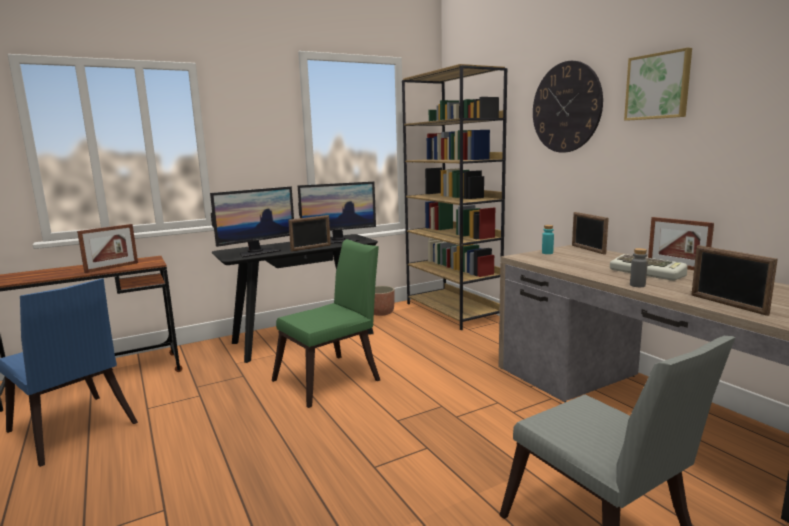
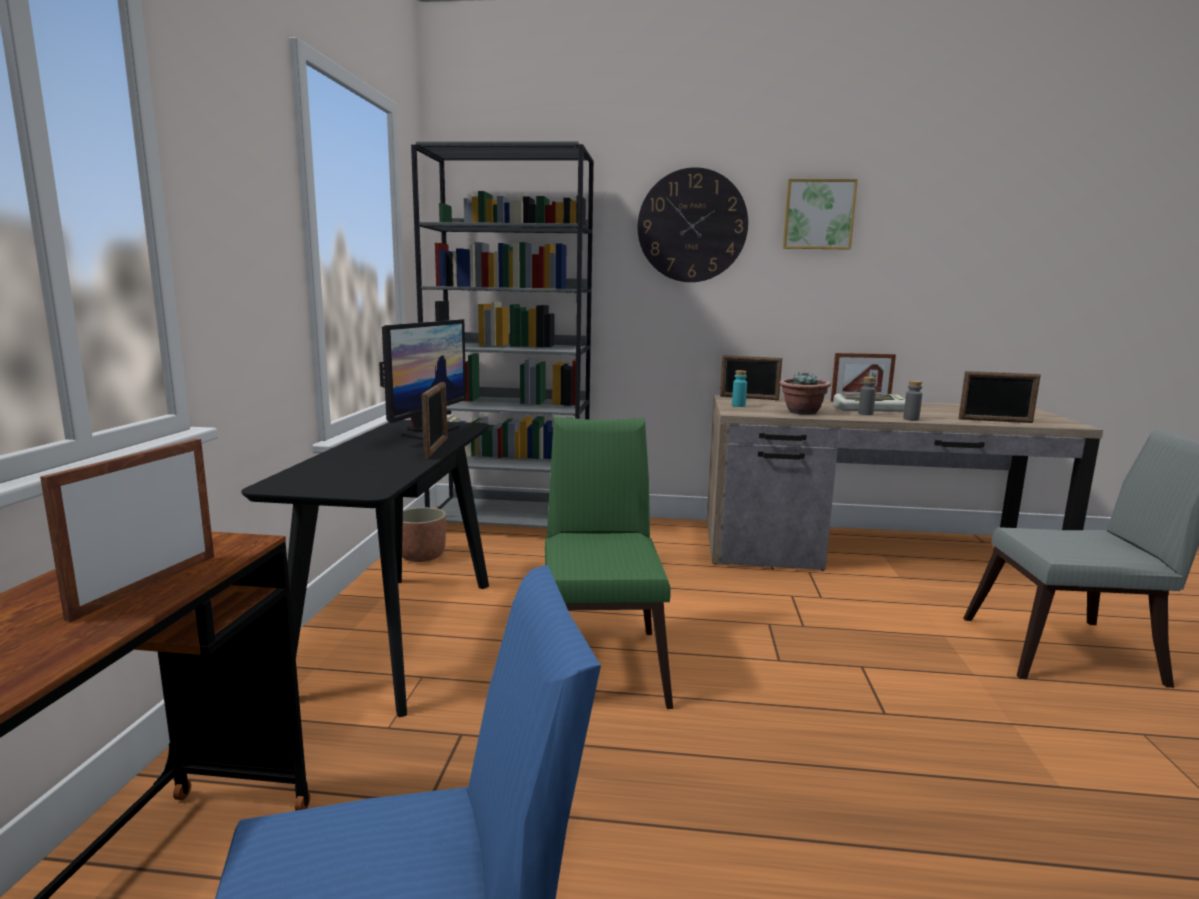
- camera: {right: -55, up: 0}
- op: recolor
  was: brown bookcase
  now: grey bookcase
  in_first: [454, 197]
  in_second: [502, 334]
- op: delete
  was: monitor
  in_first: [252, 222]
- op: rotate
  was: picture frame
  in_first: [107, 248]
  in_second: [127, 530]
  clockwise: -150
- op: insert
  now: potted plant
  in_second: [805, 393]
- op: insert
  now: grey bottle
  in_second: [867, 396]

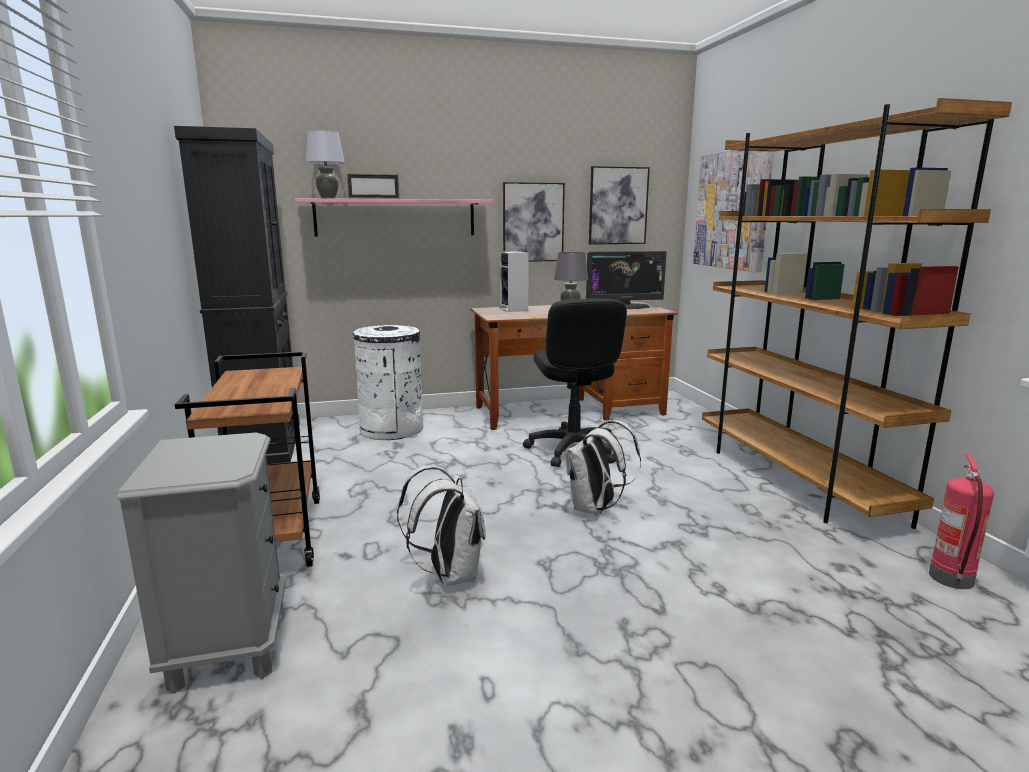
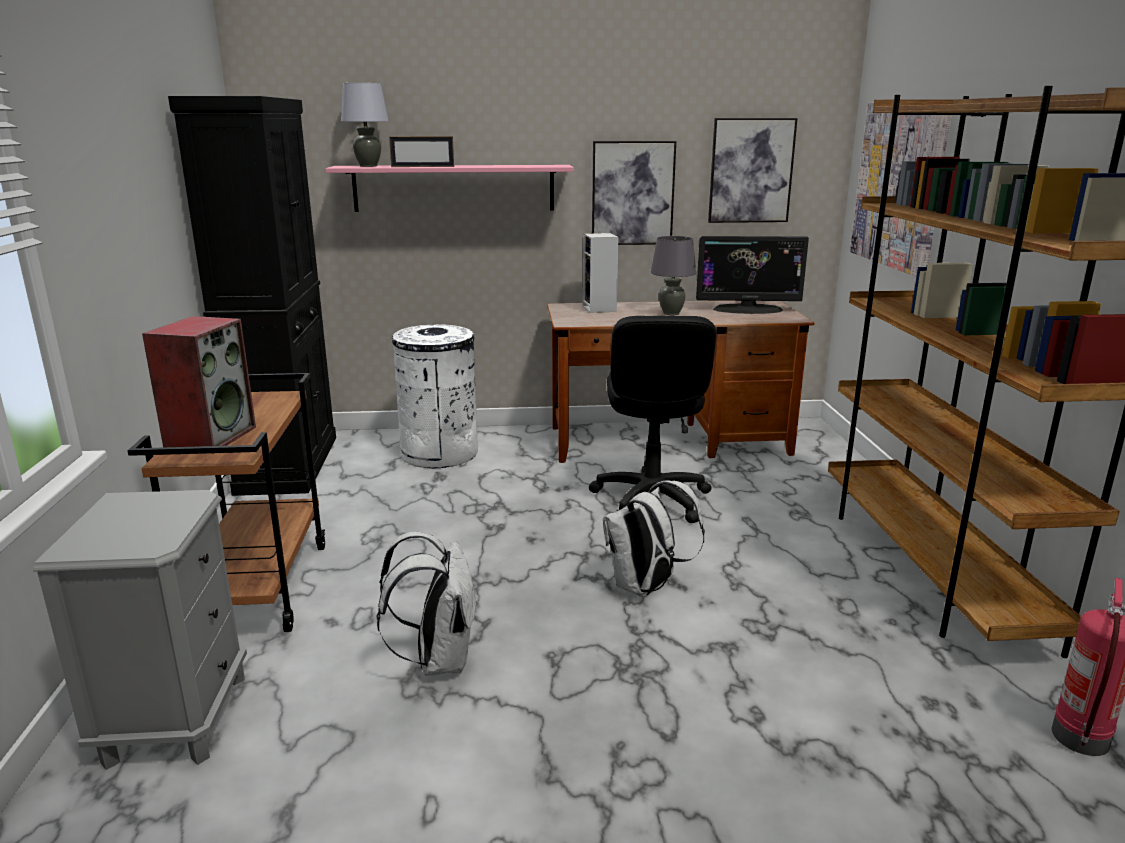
- camera: {right: 10, up: 5}
- op: insert
  now: speaker
  in_second: [199, 385]

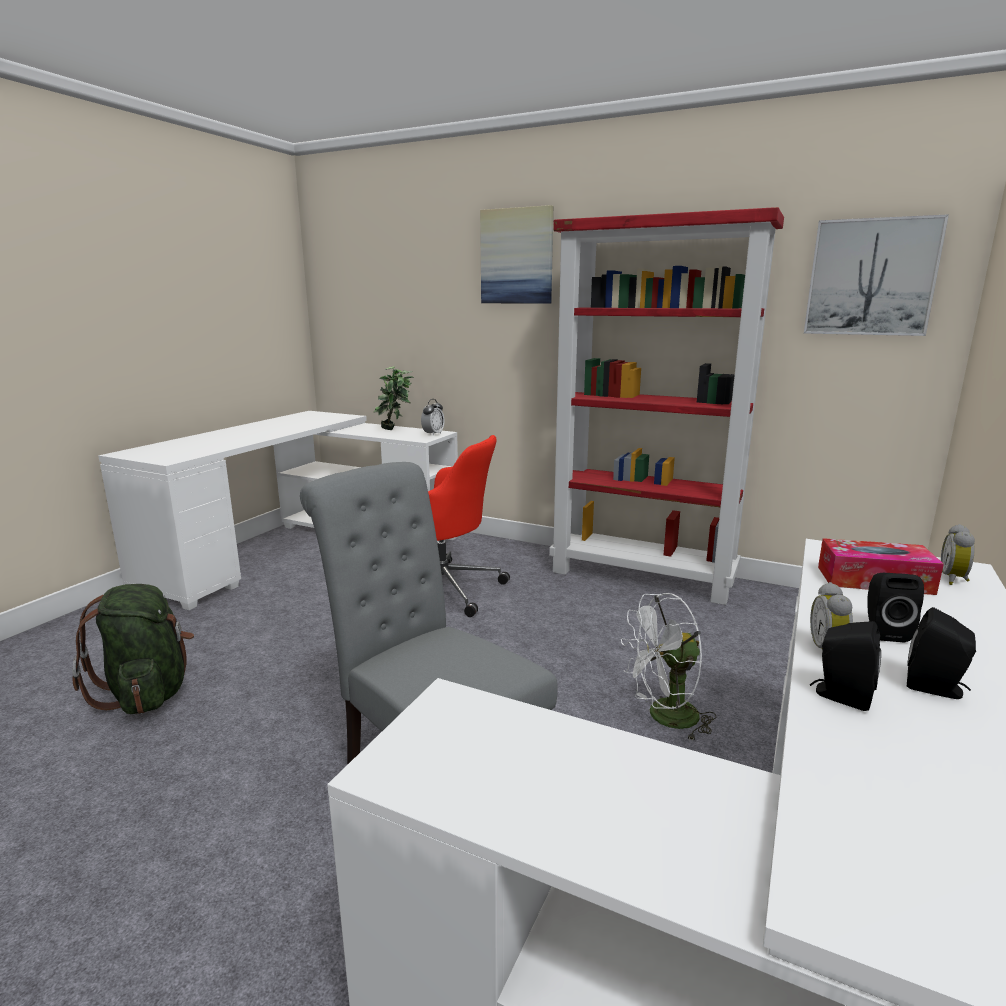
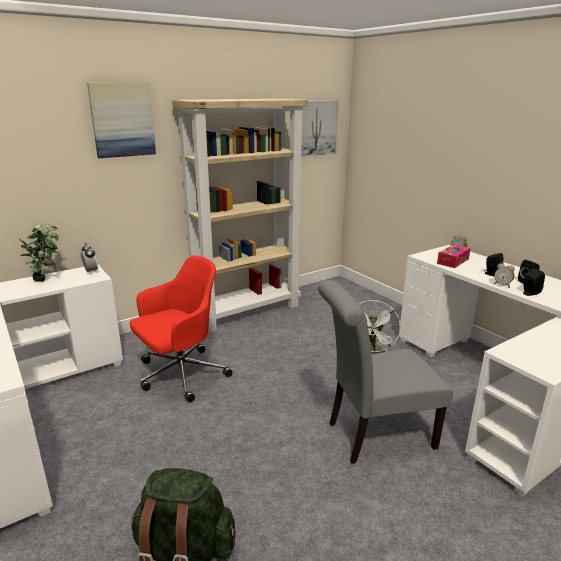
- camera: {right: -60, up: 5}
- op: recolor
  was: red bookcase
  now: beige bookcase
  in_first: [666, 406]
  in_second: [240, 215]

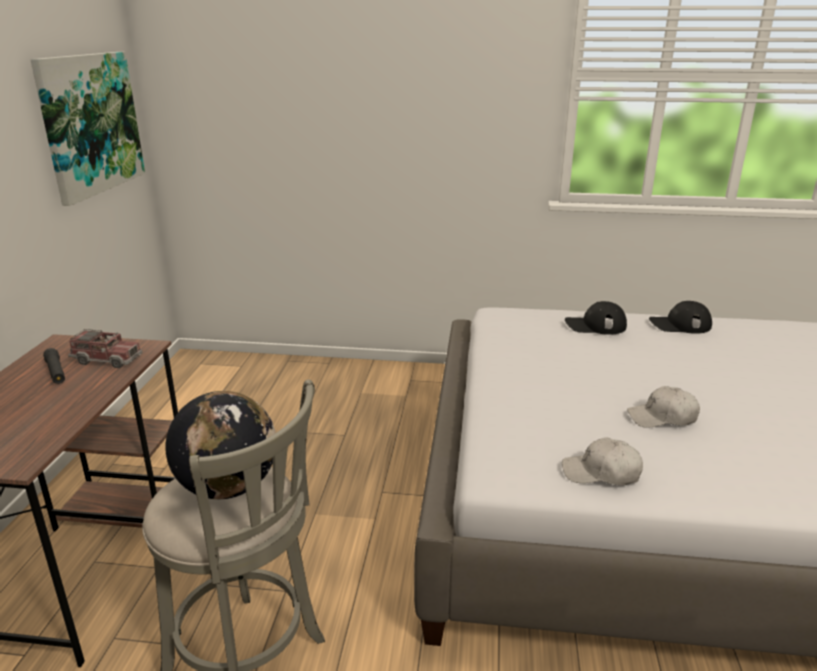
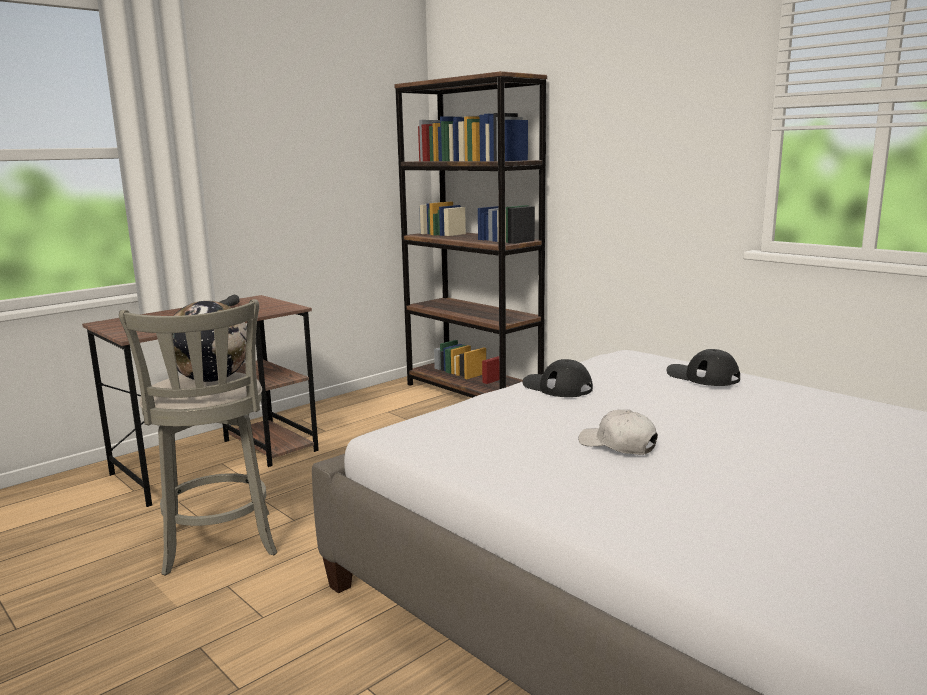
- camera: {right: 40, up: -10}
- op: delete
  was: picture
  in_first: [87, 129]
- op: move
  was: black cap
  in_first: [680, 317]
  in_second: [558, 378]
- op: delete
  was: toy truck
  in_first: [105, 348]
- op: delete
  was: white cap
  in_first: [602, 461]
- op: insert
  now: brown bookcase
  in_second: [470, 234]

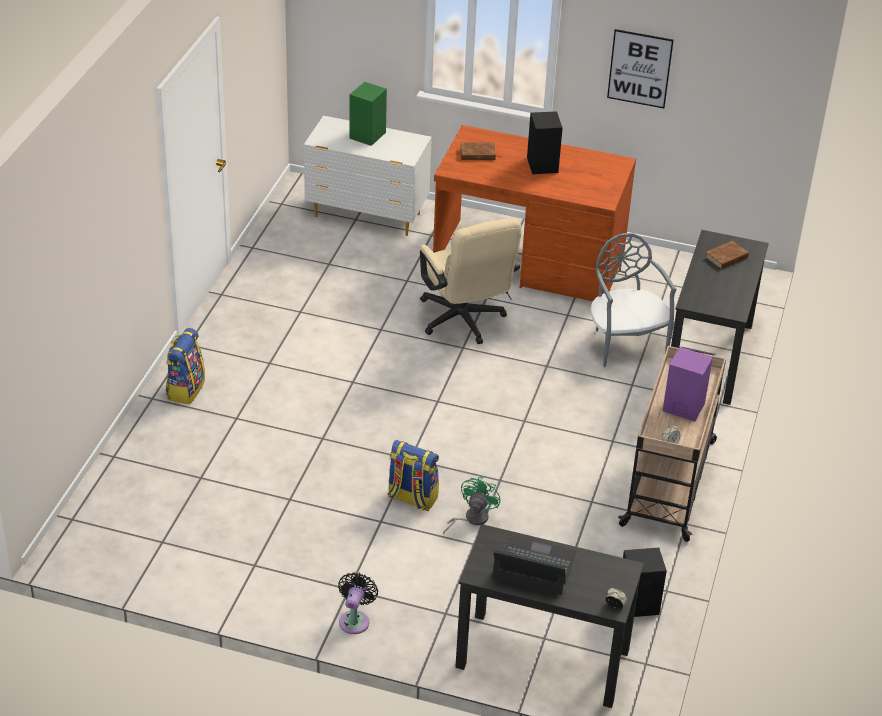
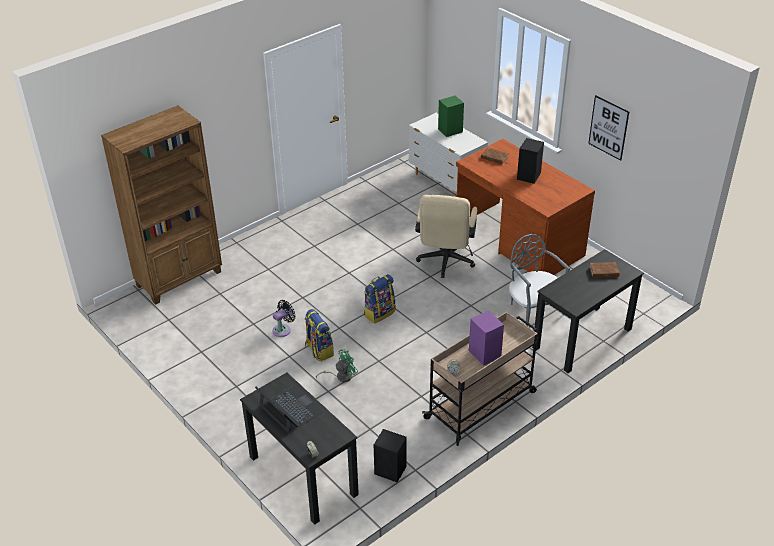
- camera: {right: 35, up: 0}
- op: rotate
  was: grey chair
  in_first: [633, 300]
  in_second: [539, 280]
  clockwise: -45
- op: move
  was: backpack
  in_first: [185, 366]
  in_second: [379, 299]
- op: move
  was: black fan
  in_first: [358, 603]
  in_second: [284, 318]
- op: insert
  now: brown bookcase
  in_second: [161, 205]

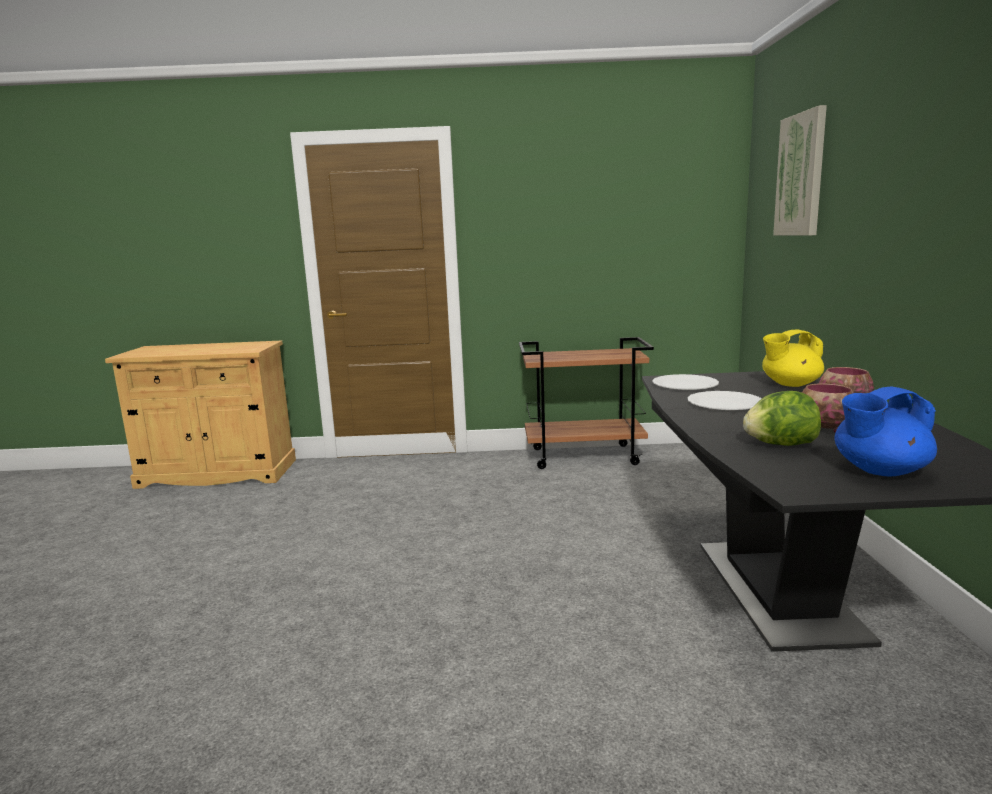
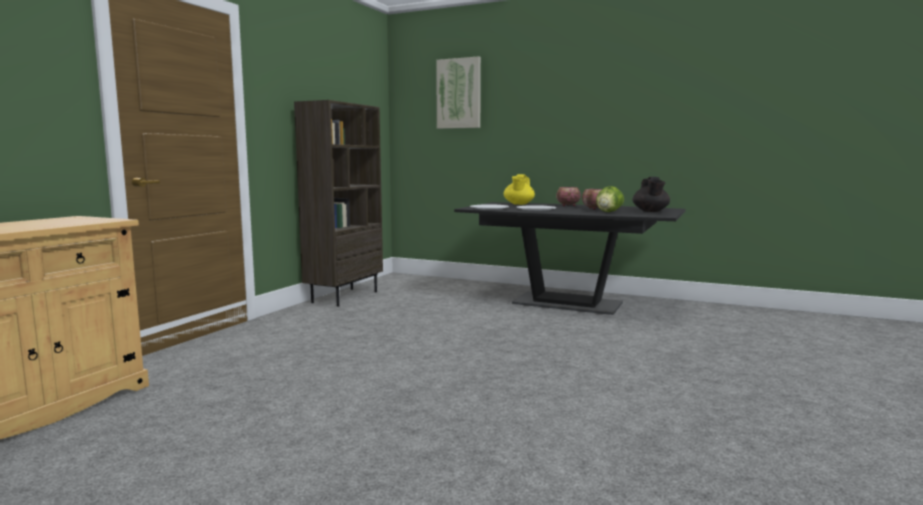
- camera: {right: -65, up: -5}
- op: replace
  was: brown cart
  now: brown bookcase
  in_first: [586, 403]
  in_second: [338, 203]
- op: recolor
  was: blue teapot
  now: black teapot
  in_first: [886, 431]
  in_second: [651, 194]

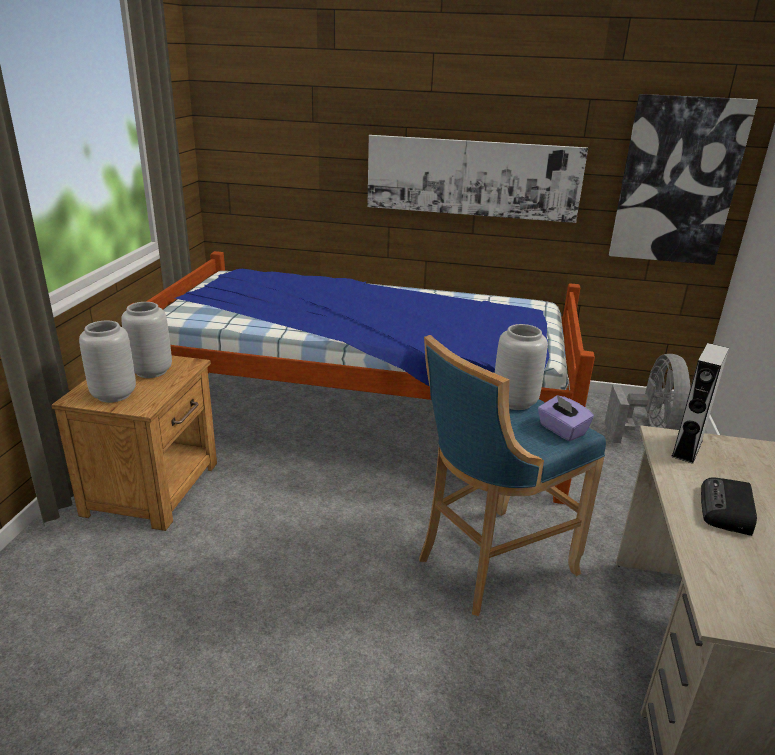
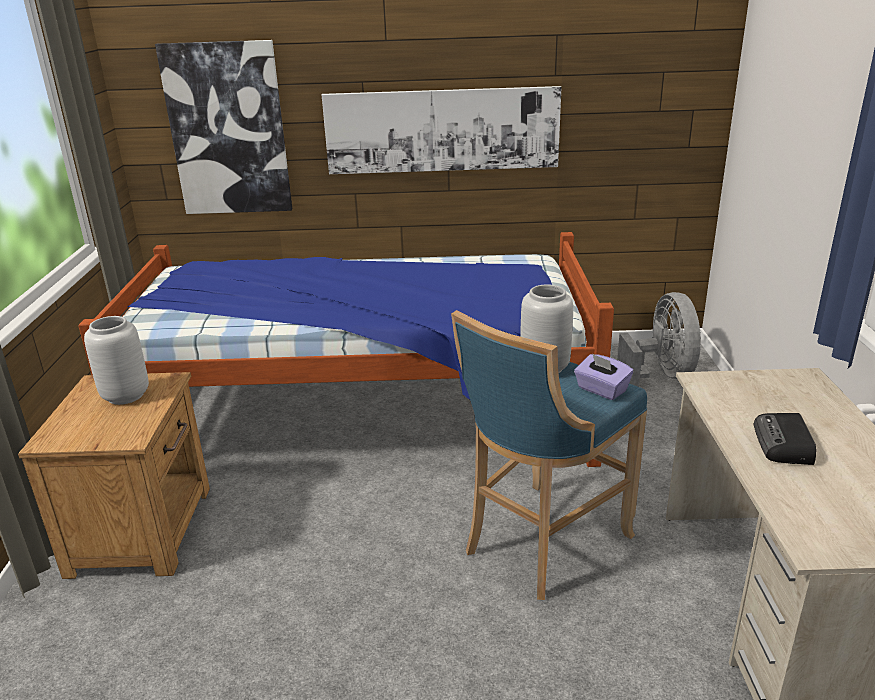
- camera: {right: -10, up: 0}
- op: move
  was: picture
  in_first: [683, 179]
  in_second: [223, 127]
- op: delete
  was: grey vase
  in_first: [107, 361]
- op: delete
  was: grey speaker
  in_first: [700, 403]

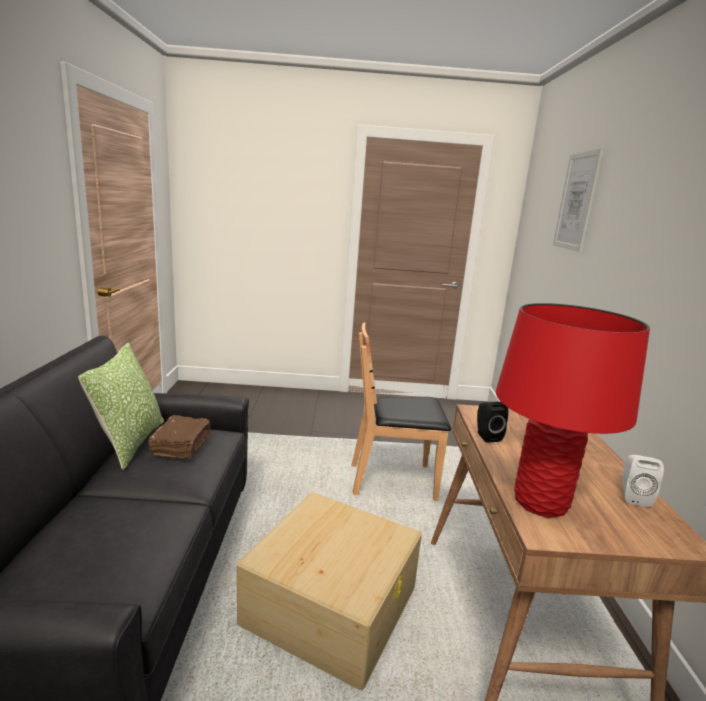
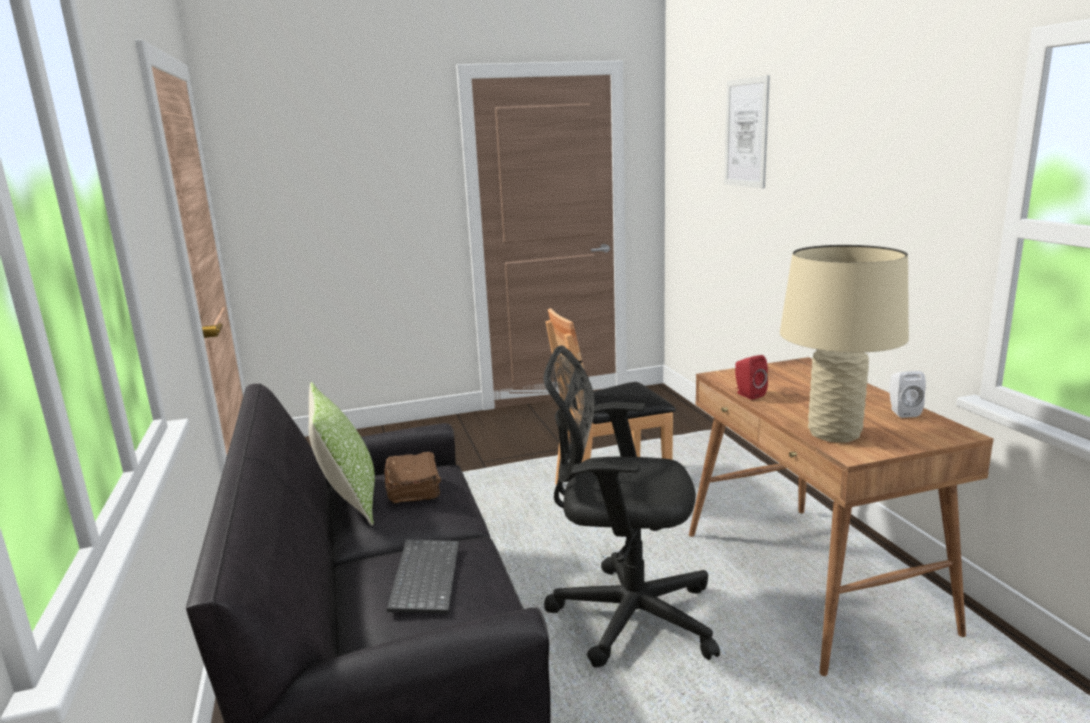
- camera: {right: -15, up: 0}
- op: recolor
  was: red table lamp
  now: beige table lamp
  in_first: [573, 410]
  in_second: [844, 344]
- op: recolor
  was: black speaker
  now: red speaker
  in_first: [492, 422]
  in_second: [751, 377]
- op: replace
  was: beige storage box
  now: black office chair
  in_first: [328, 591]
  in_second: [631, 506]
- op: insert
  now: keyboard
  in_second: [423, 576]

